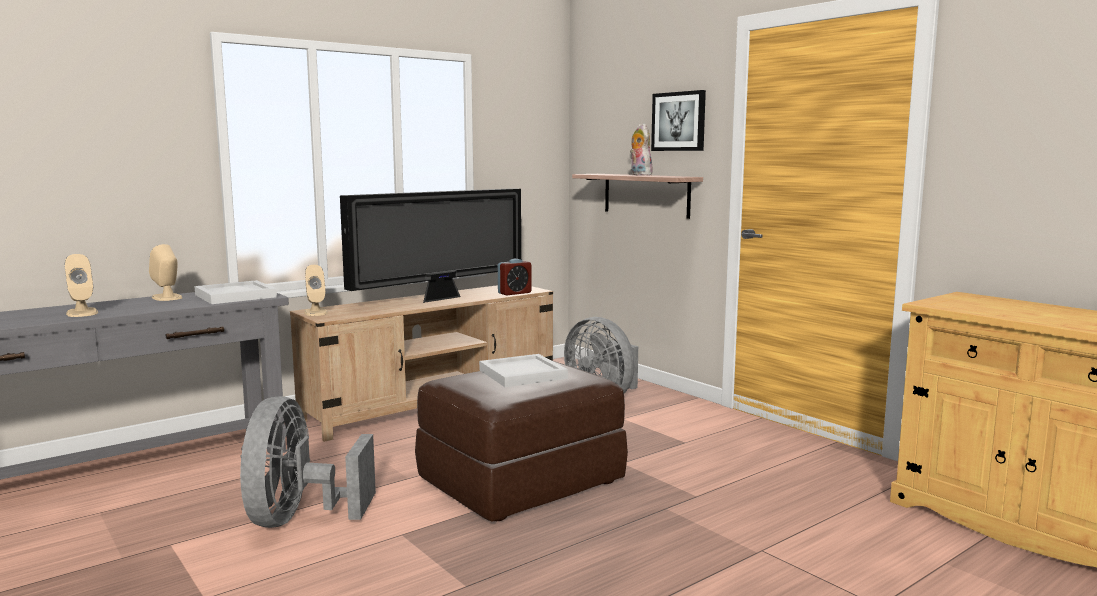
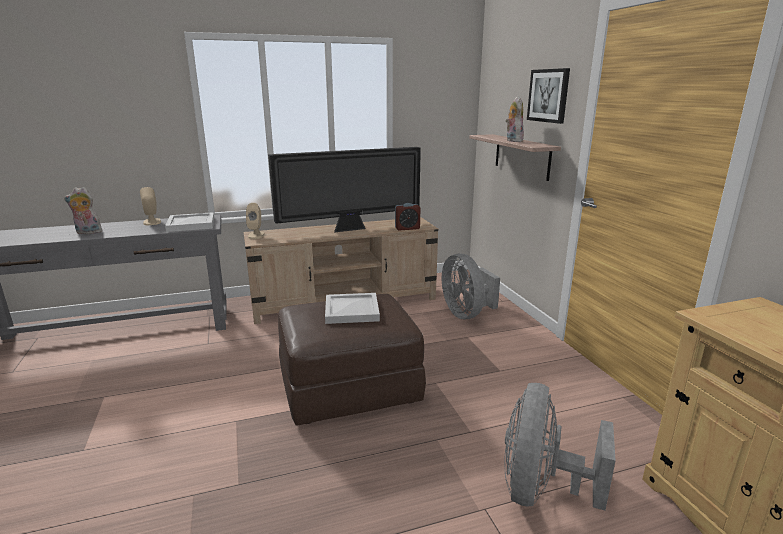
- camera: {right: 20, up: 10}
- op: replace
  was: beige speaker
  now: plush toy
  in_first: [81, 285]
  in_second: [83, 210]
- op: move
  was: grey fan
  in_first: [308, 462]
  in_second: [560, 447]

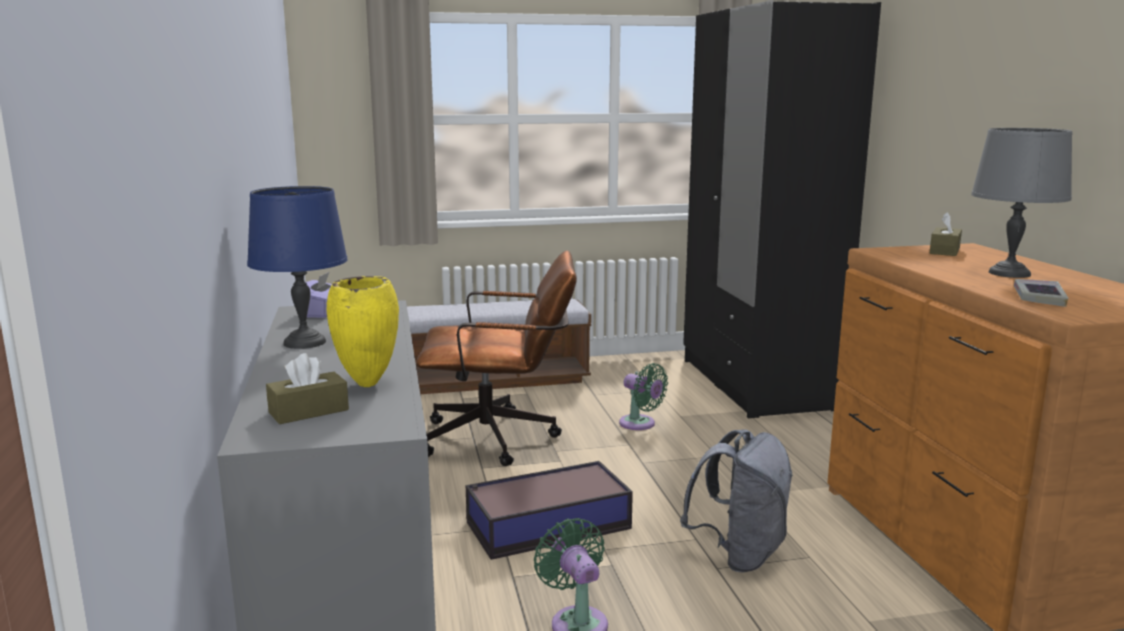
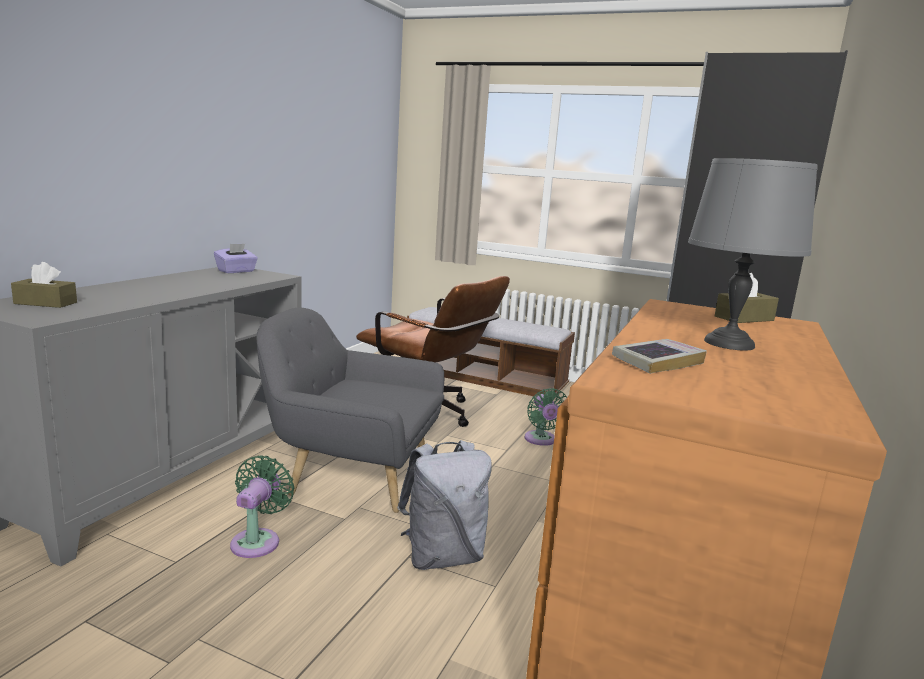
- camera: {right: 35, up: 0}
- op: delete
  was: blue table lamp
  in_first: [297, 267]
- op: delete
  was: yellow vase
  in_first: [363, 331]
- op: replace
  was: storage box
  now: grey armchair
  in_first: [549, 510]
  in_second: [350, 410]

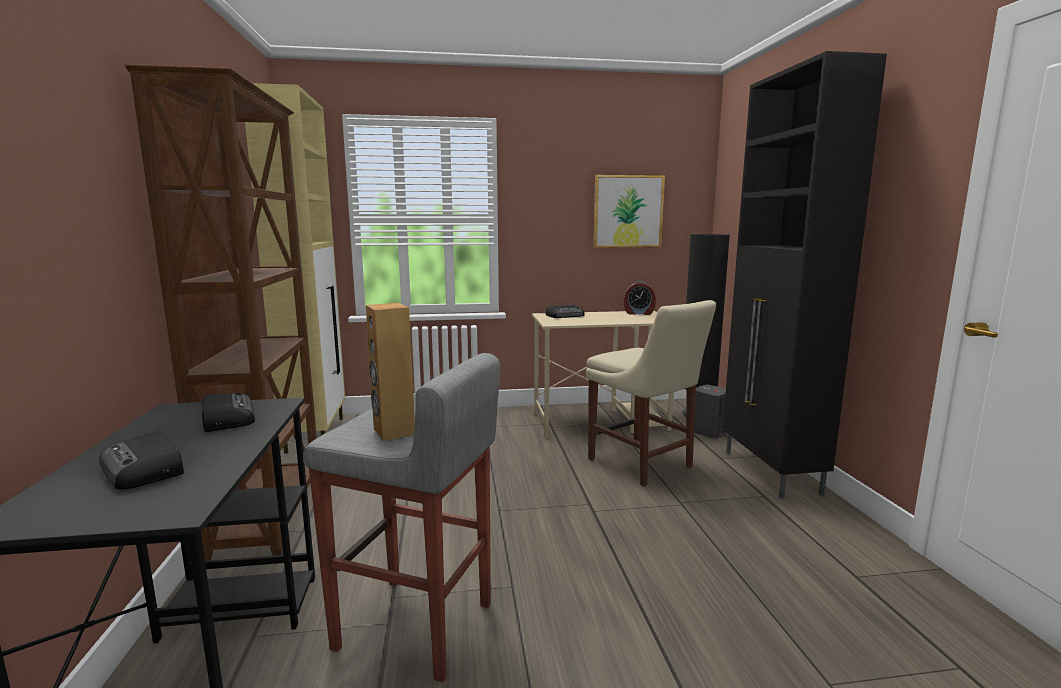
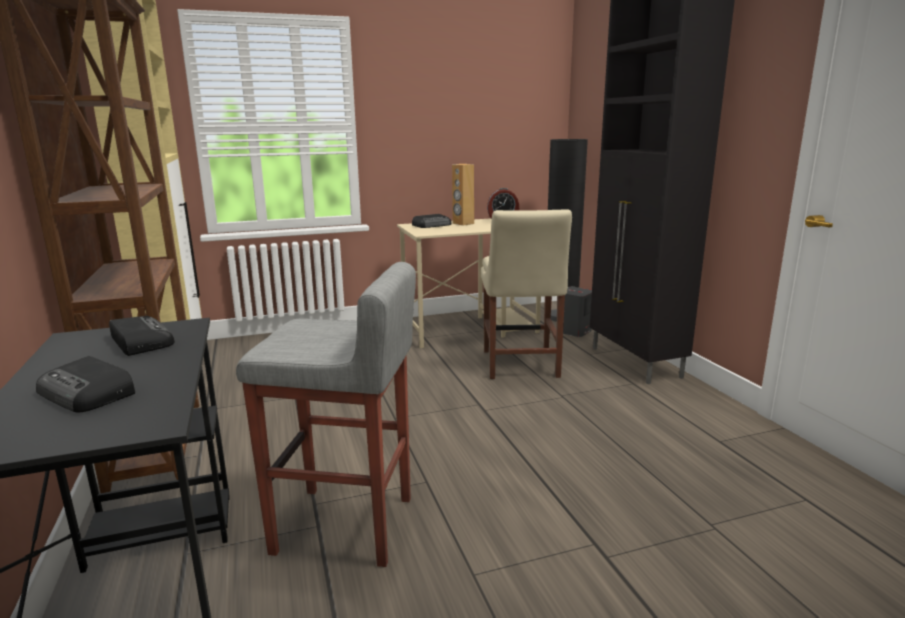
- camera: {right: -10, up: 5}
- op: delete
  was: picture
  in_first: [629, 211]
- op: rotate
  was: beige chair
  in_first: [651, 393]
  in_second: [526, 294]
  clockwise: 45
- op: move
  was: brown speaker
  in_first: [390, 372]
  in_second: [463, 195]

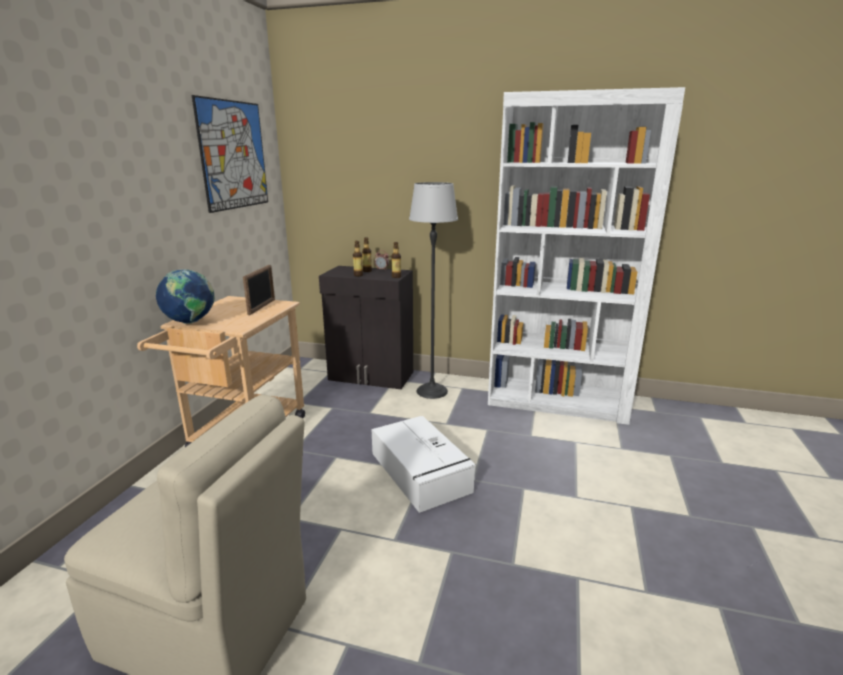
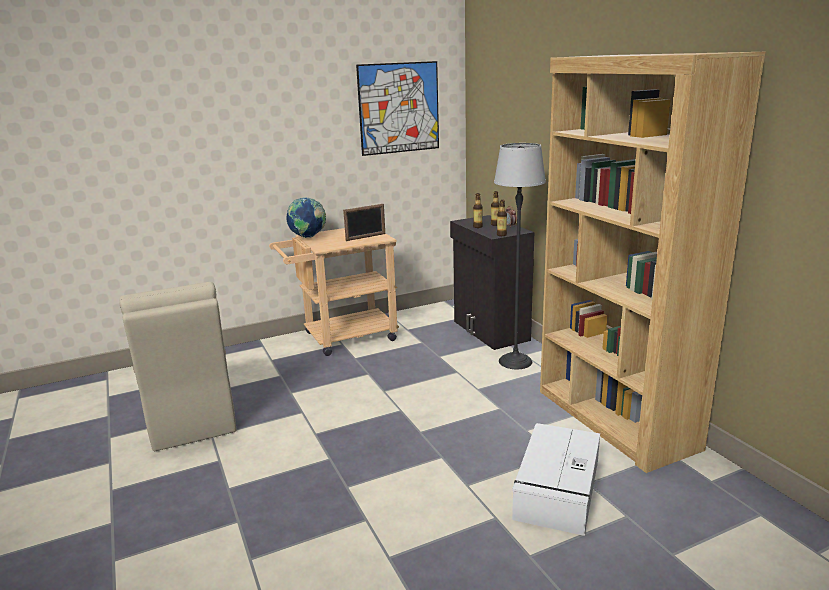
- camera: {right: 50, up: 0}
- op: recolor
  was: white bookcase
  now: brown bookcase
  in_first: [586, 256]
  in_second: [652, 262]
- op: move
  was: white storage box
  in_first: [423, 464]
  in_second: [556, 479]

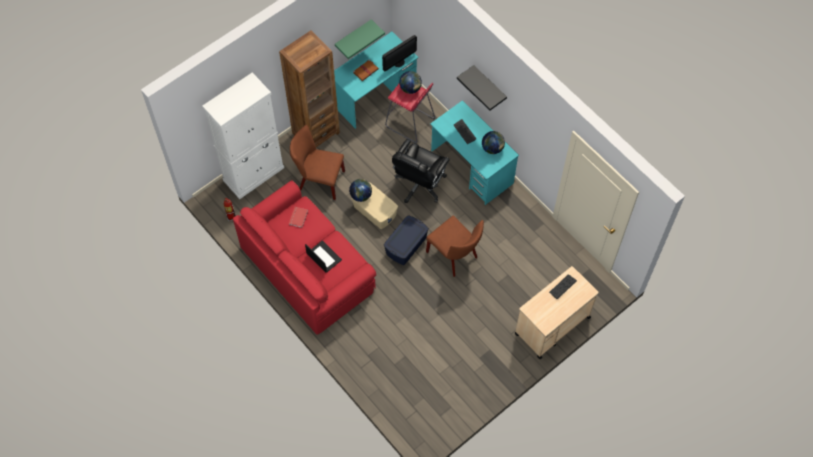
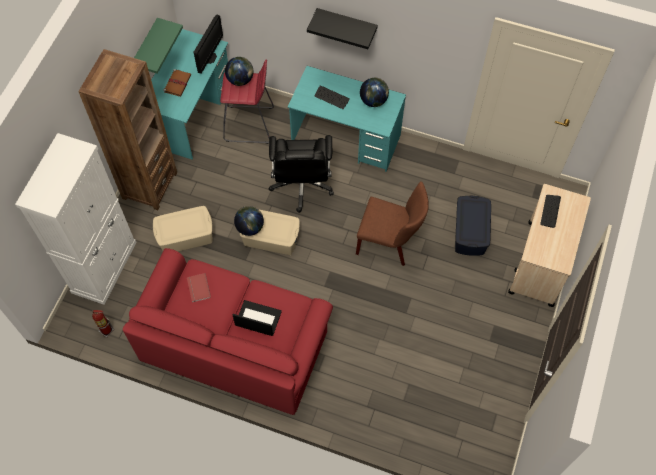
- camera: {right: -30, up: 0}
- op: replace
  was: brown chair
  now: beige storage box
  in_first: [317, 162]
  in_second: [182, 229]
- op: move
  was: blue storage box
  in_first: [406, 240]
  in_second: [473, 225]

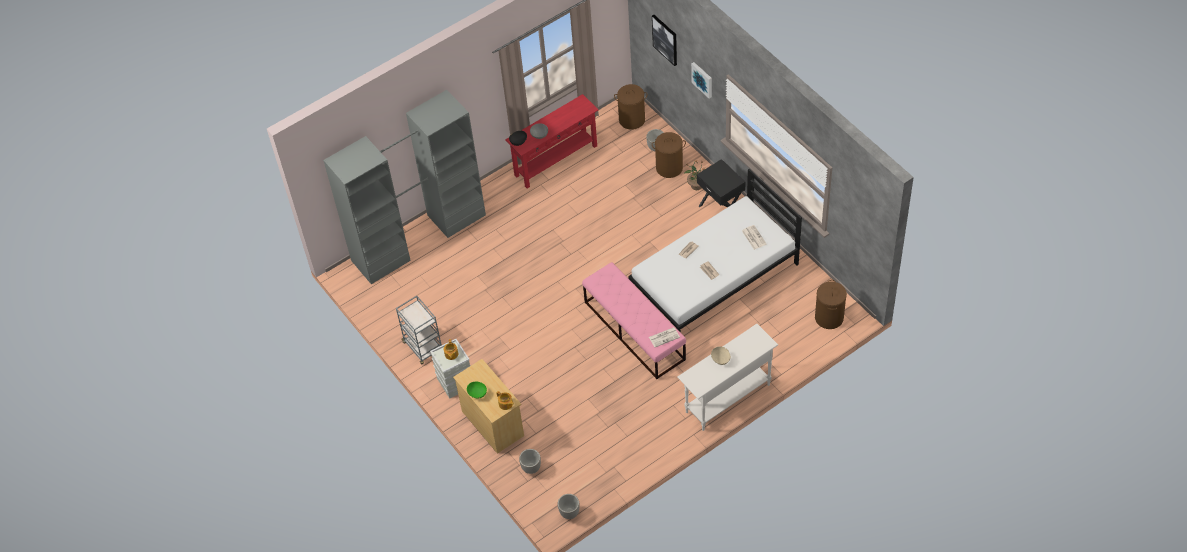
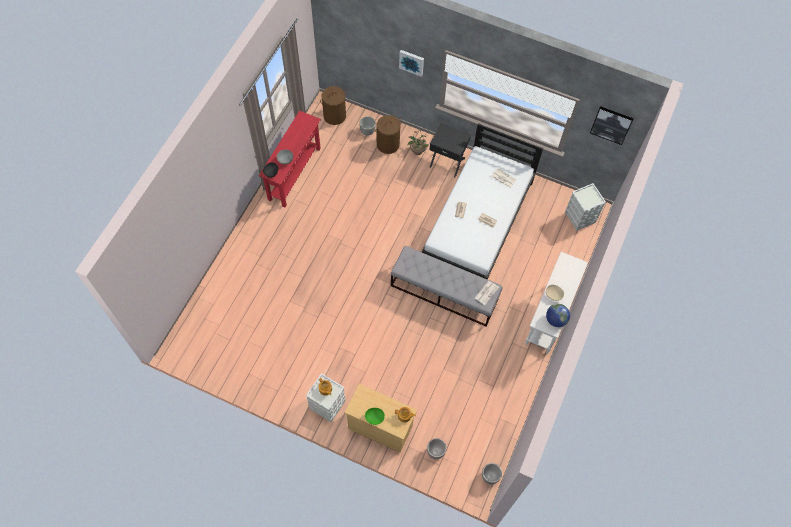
- camera: {right: -35, up: 10}
- op: move
  was: picture
  in_first: [664, 40]
  in_second: [612, 125]
- op: delete
  was: grey wardrobe
  in_first: [404, 187]
- op: recolor
  was: pink bench
  now: grey bench
  in_first: [634, 320]
  in_second: [446, 286]
- op: replace
  was: brown laundry basket
  now: grey storage box
  in_first: [831, 304]
  in_second: [585, 207]
- op: delete
  was: grey cart
  in_first: [419, 330]
- op: insert
  now: globe
  in_second: [558, 315]

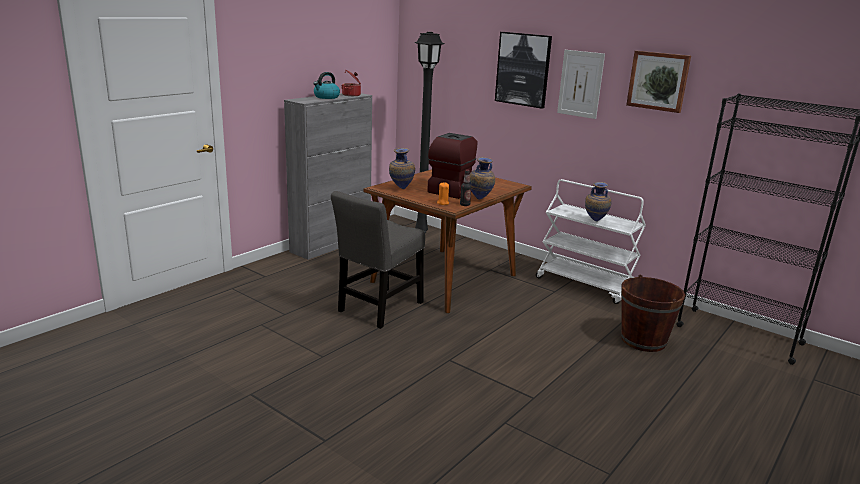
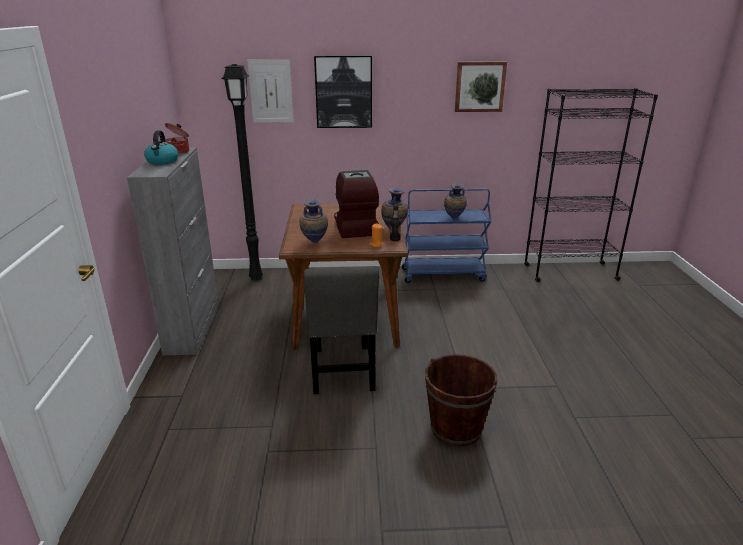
- camera: {right: -40, up: 5}
- op: move
  was: picture
  in_first: [581, 84]
  in_second: [270, 91]
- op: recolor
  was: white cart
  now: blue cart
  in_first: [591, 241]
  in_second: [446, 236]
- op: move
  was: brown bucket
  in_first: [653, 313]
  in_second: [461, 400]

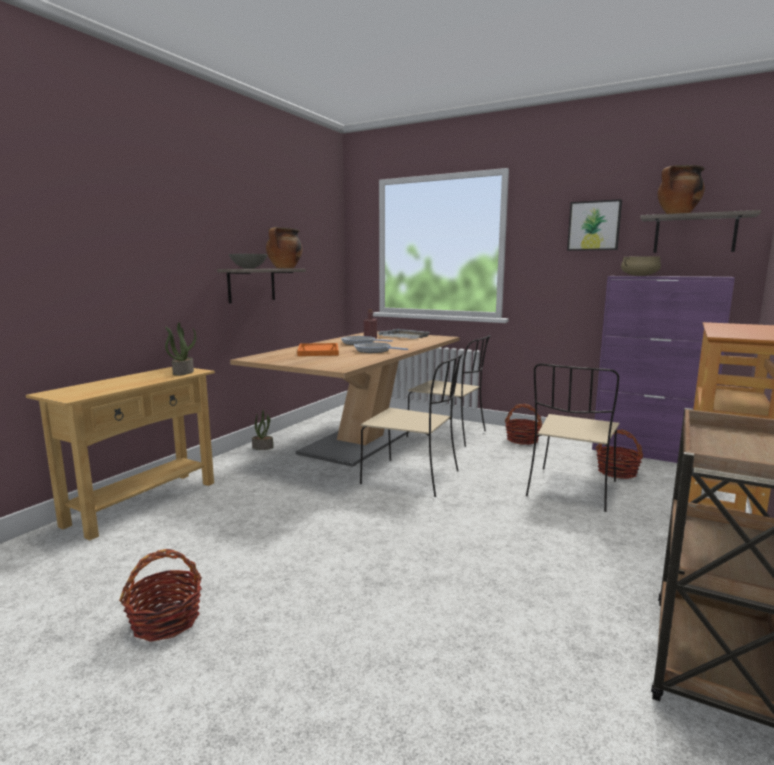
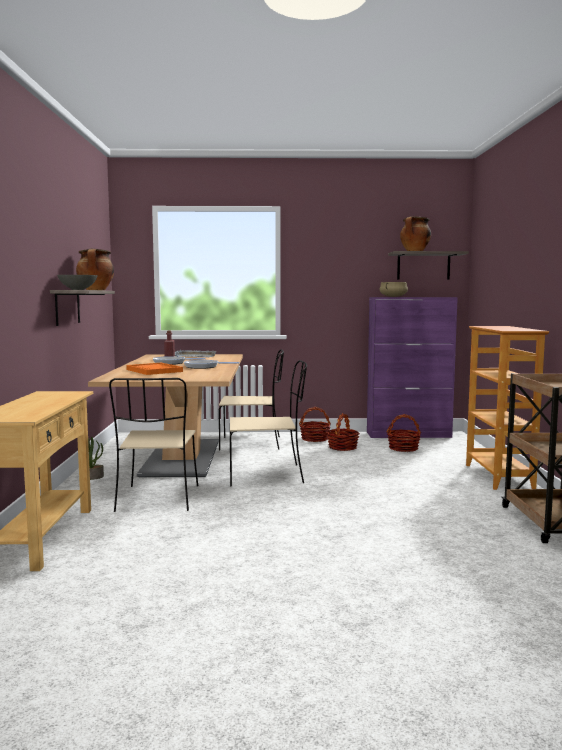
- camera: {right: -30, up: -5}
- op: delete
  was: picture
  in_first: [594, 225]
- op: delete
  was: potted plant
  in_first: [180, 349]
- op: move
  was: beige chair
  in_first: [572, 437]
  in_second: [153, 445]
- op: move
  was: basket
  in_first: [160, 595]
  in_second: [343, 432]

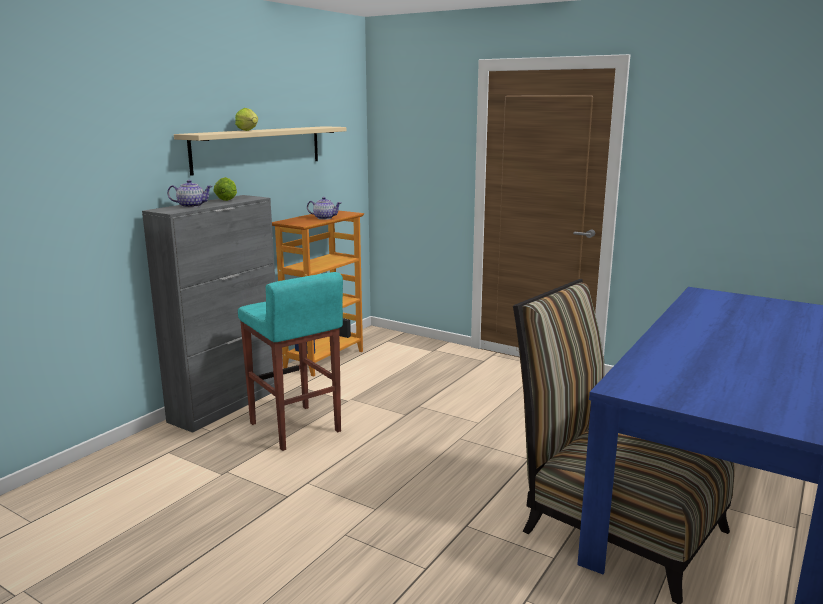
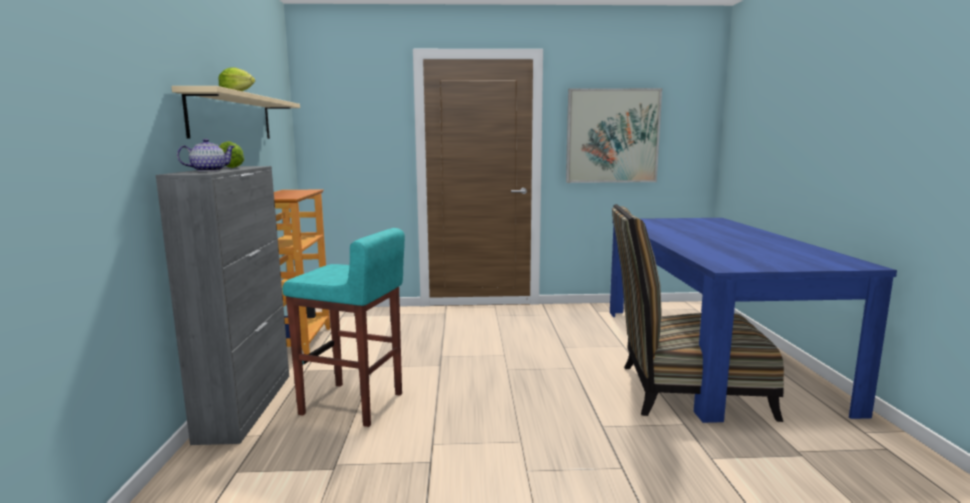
- camera: {right: -35, up: -5}
- op: delete
  was: teapot
  in_first: [324, 208]
- op: insert
  now: picture
  in_second: [614, 135]

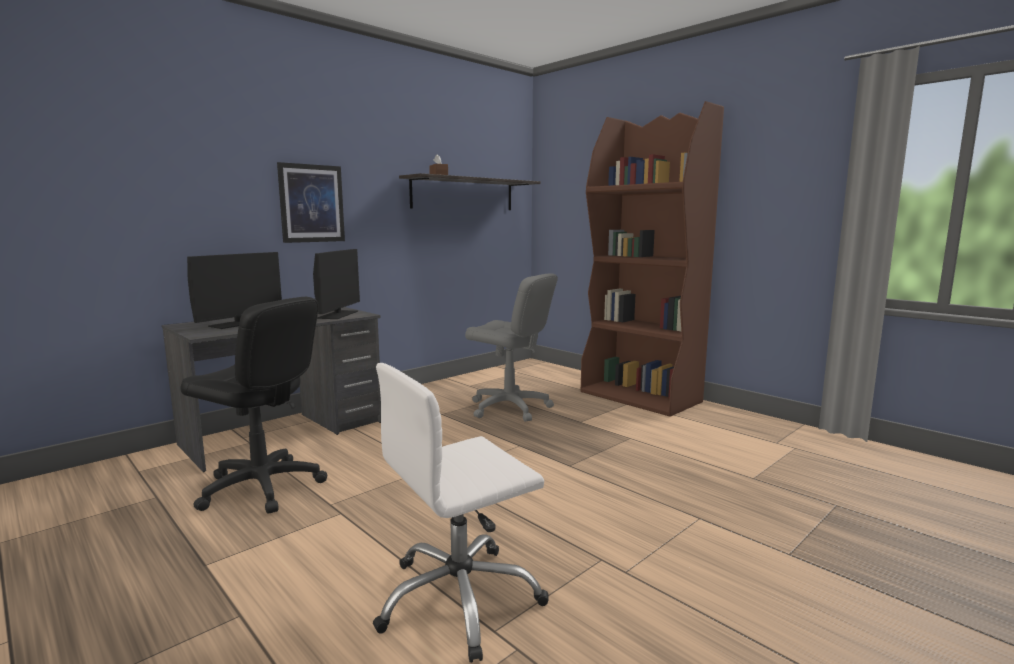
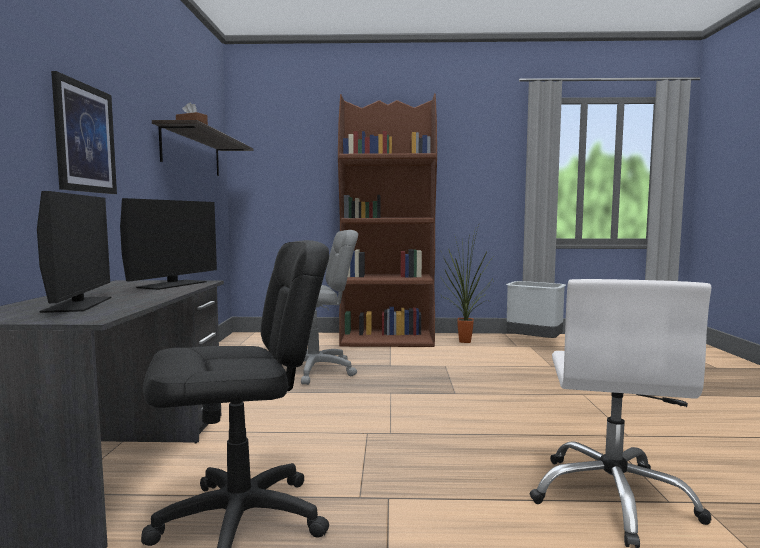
- camera: {right: -45, up: -5}
- op: rotate
  was: monitor
  in_first: [336, 284]
  in_second: [168, 244]
  clockwise: 60
- op: insert
  now: potted plant
  in_second: [466, 282]
- op: insert
  now: grey trash can
  in_second: [536, 309]

